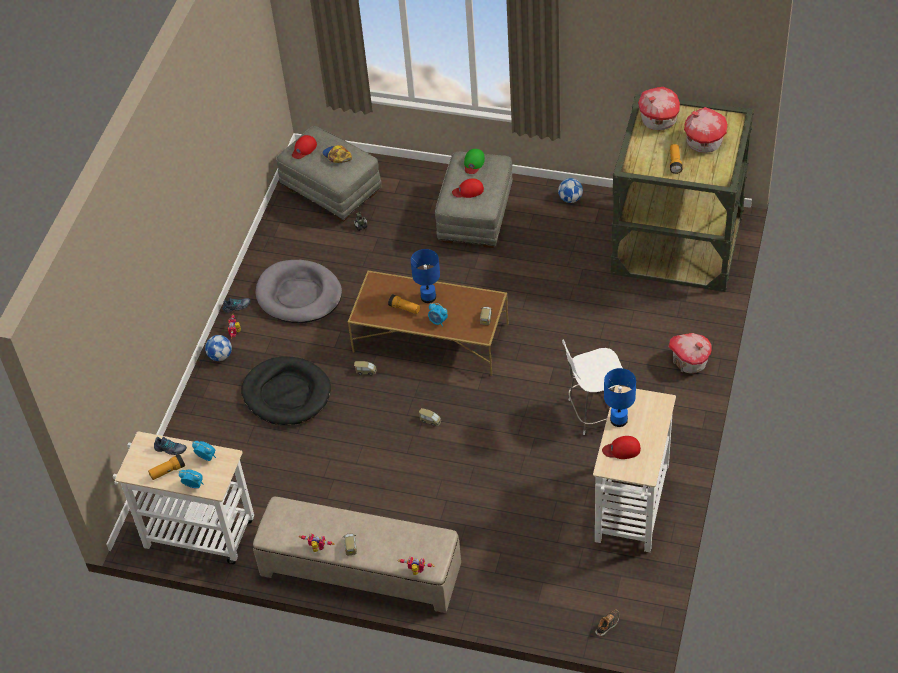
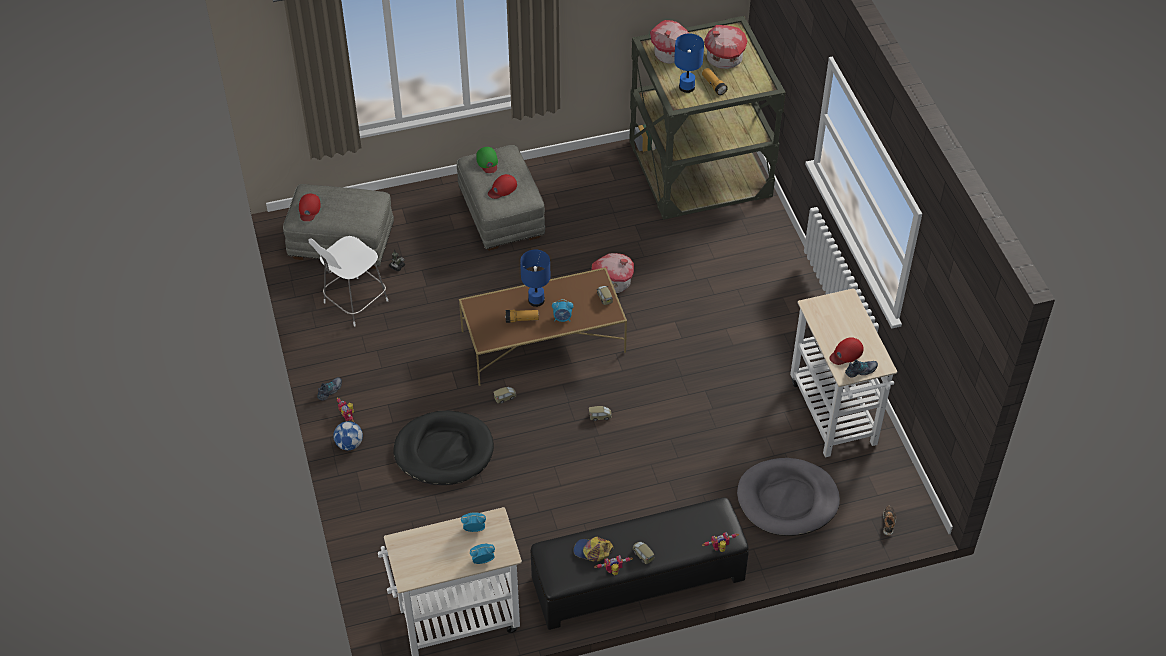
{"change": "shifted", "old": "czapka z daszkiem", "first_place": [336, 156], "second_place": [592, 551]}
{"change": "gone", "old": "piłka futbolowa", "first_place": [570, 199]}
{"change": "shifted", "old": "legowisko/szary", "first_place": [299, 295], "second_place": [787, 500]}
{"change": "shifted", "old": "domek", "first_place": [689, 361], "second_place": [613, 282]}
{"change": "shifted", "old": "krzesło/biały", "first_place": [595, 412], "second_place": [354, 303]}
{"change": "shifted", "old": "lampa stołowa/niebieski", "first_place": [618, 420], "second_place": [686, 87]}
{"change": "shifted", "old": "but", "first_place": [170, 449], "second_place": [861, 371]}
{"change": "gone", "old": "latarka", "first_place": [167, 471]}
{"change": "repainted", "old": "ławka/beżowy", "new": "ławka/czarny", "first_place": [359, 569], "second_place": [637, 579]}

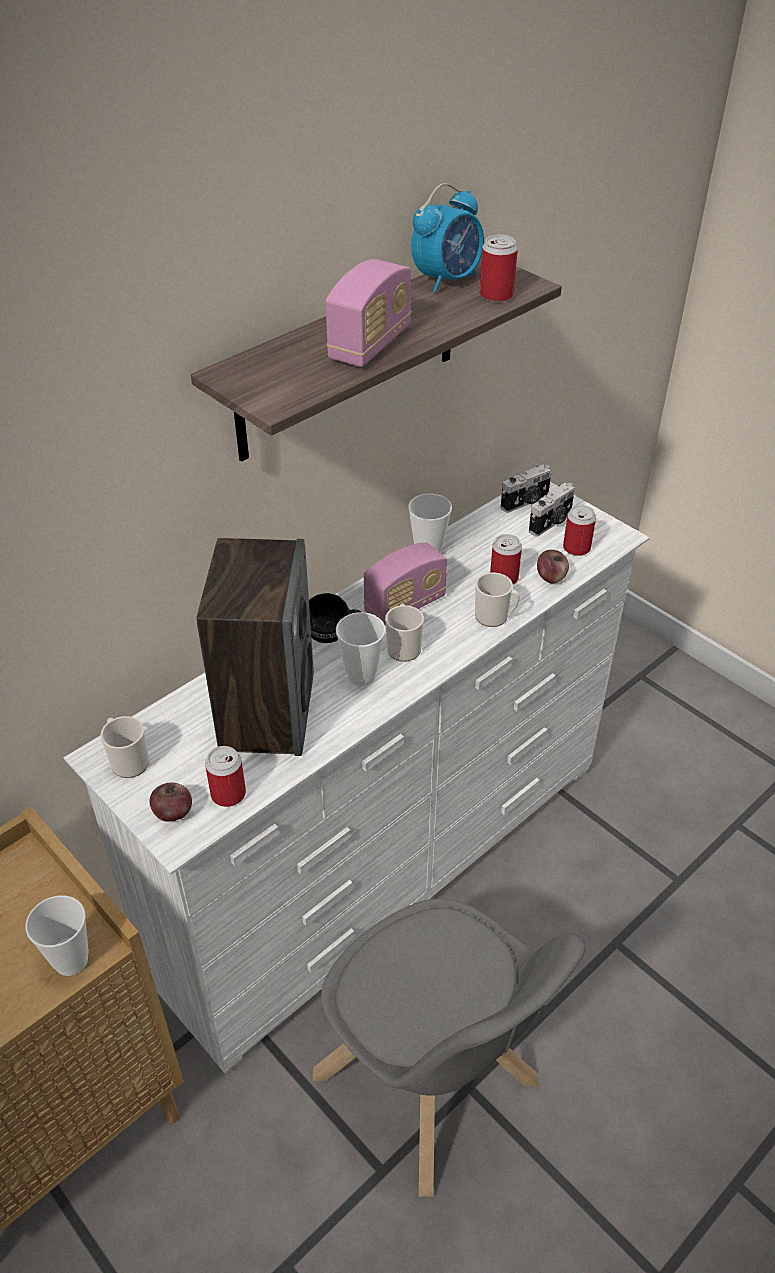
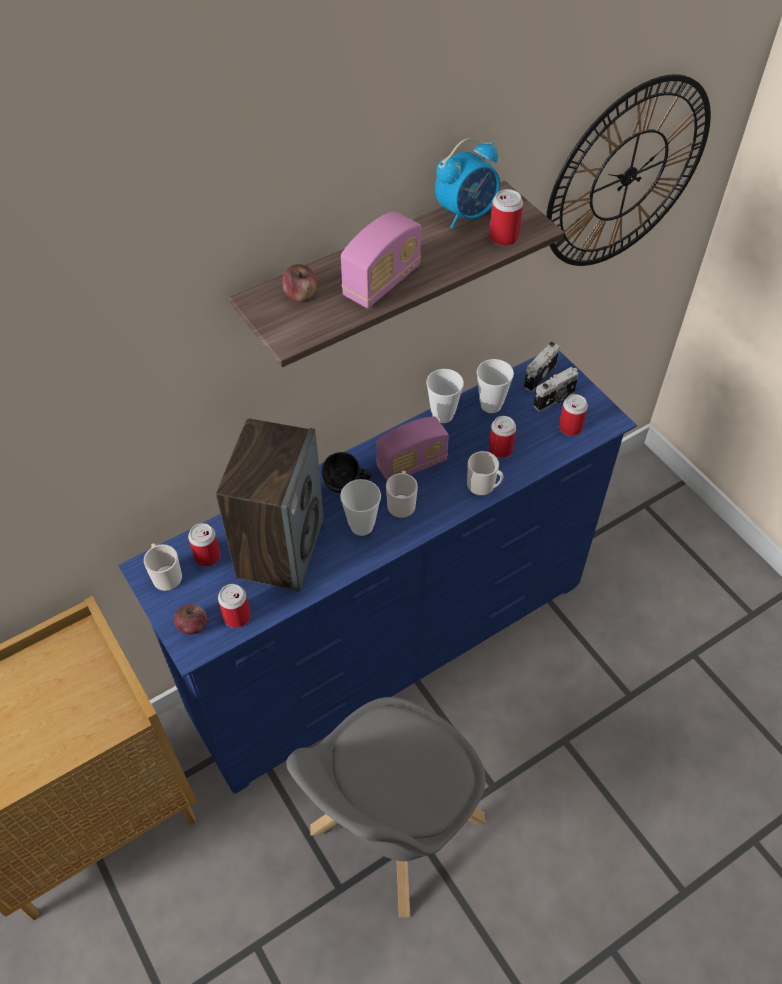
{"change": "rotated", "old": "aparat fotograficzny", "first_place": [526, 502], "second_place": [538, 375], "degrees": 150}
{"change": "repainted", "old": "komoda/biały", "new": "komoda/niebieski", "first_place": [386, 871], "second_place": [390, 649]}
{"change": "shifted", "old": "jabłko", "first_place": [551, 577], "second_place": [300, 295]}
{"change": "shifted", "old": "filiżanka", "first_place": [71, 961], "second_place": [491, 405]}
{"change": "rotated", "old": "krzesło/szary", "first_place": [433, 1086], "second_place": [392, 831], "degrees": 75}
{"change": "new", "new": "zegar ścienny", "second_place": [628, 175]}
{"change": "new", "new": "puszka", "second_place": [207, 556]}

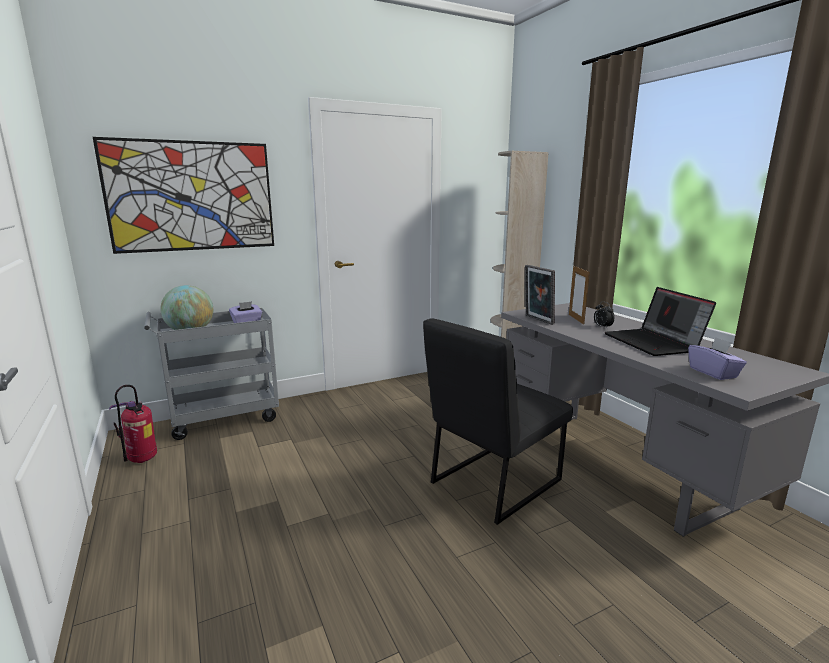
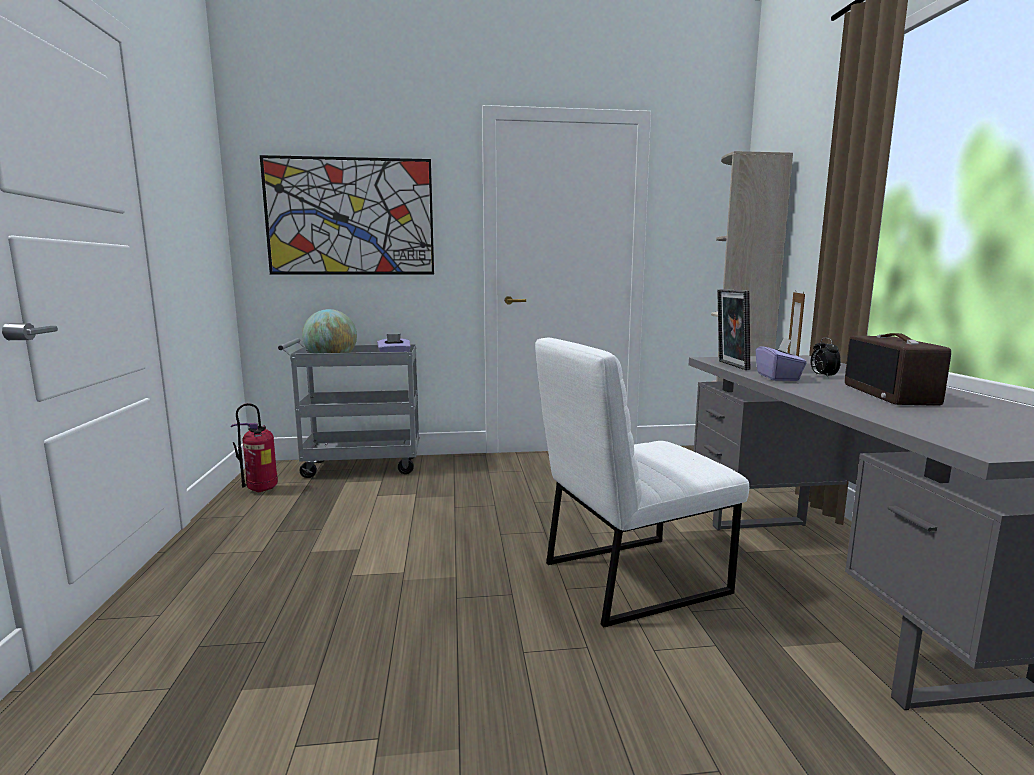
{"change": "swapped", "old": "laptop", "new": "radio", "first_place": [654, 343], "second_place": [891, 395]}
{"change": "repainted", "old": "krzesło/czarny", "new": "krzesło/biały", "first_place": [492, 482], "second_place": [629, 578]}
{"change": "shifted", "old": "pudełko chusteczek/fioletowy", "first_place": [713, 373], "second_place": [778, 377]}

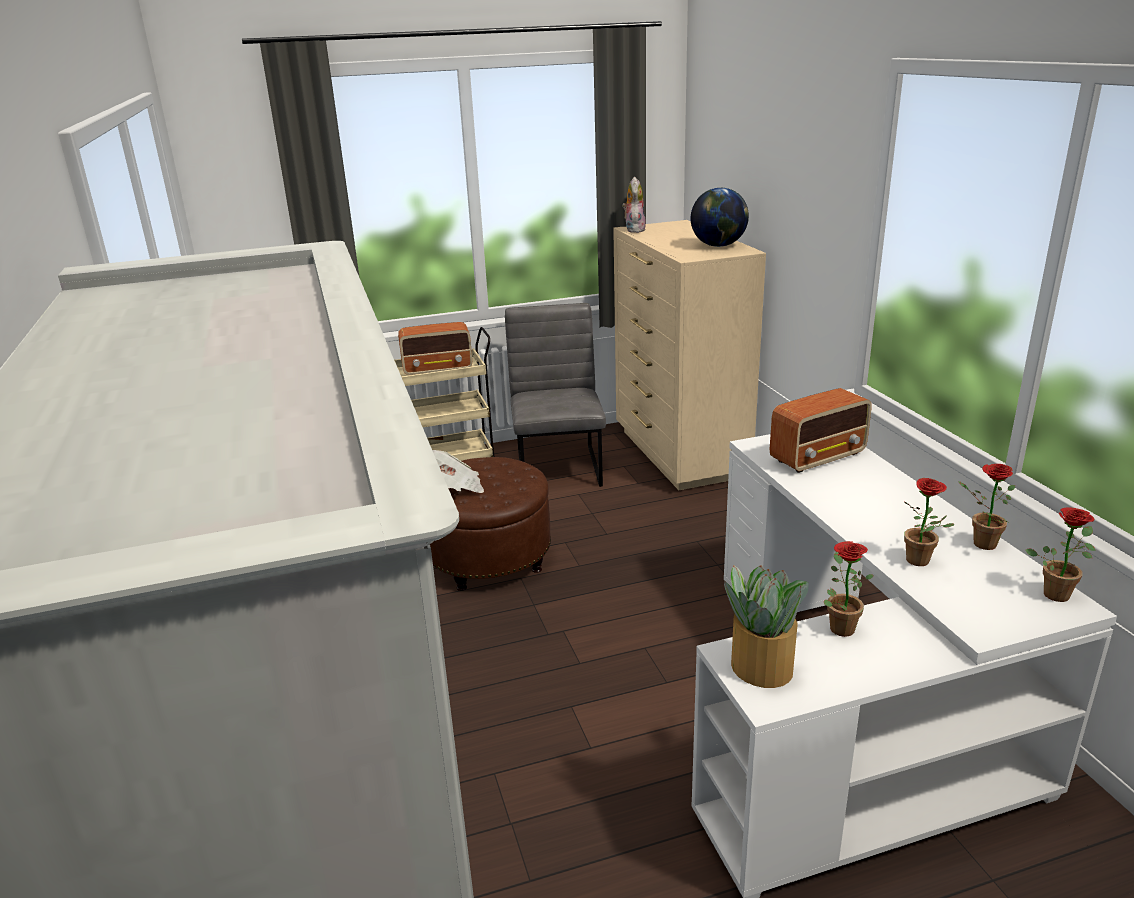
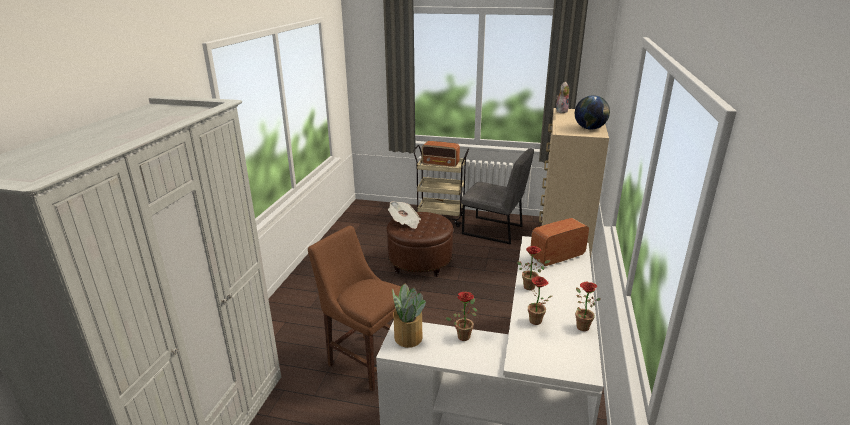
{"change": "rotated", "old": "krzesło/szary", "first_place": [559, 466], "second_place": [494, 230], "degrees": 90}
{"change": "rotated", "old": "radio", "first_place": [818, 457], "second_place": [556, 257], "degrees": 150}
{"change": "shifted", "old": "roślina doniczkowa", "first_place": [1057, 592], "second_place": [531, 286]}
{"change": "new", "new": "krzesło/brązowy", "second_place": [366, 359]}

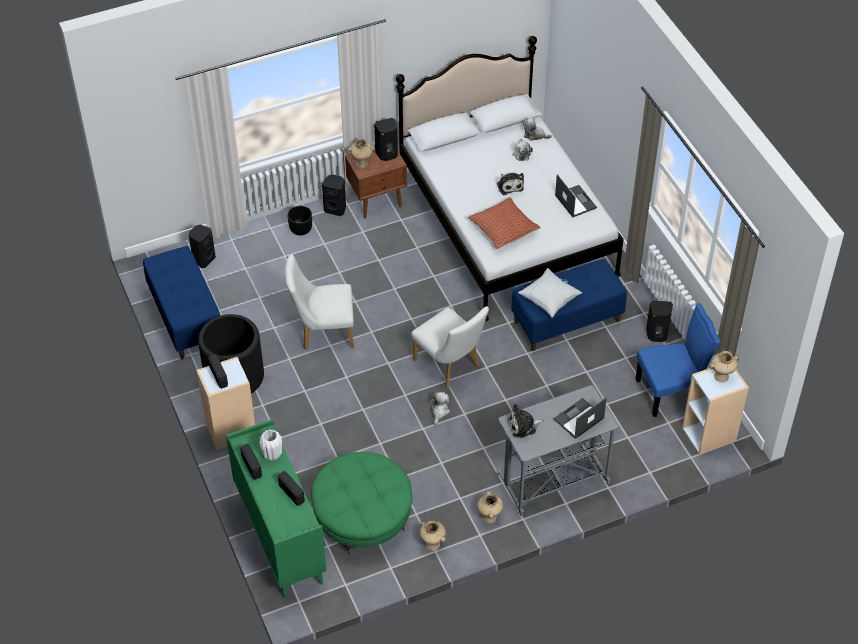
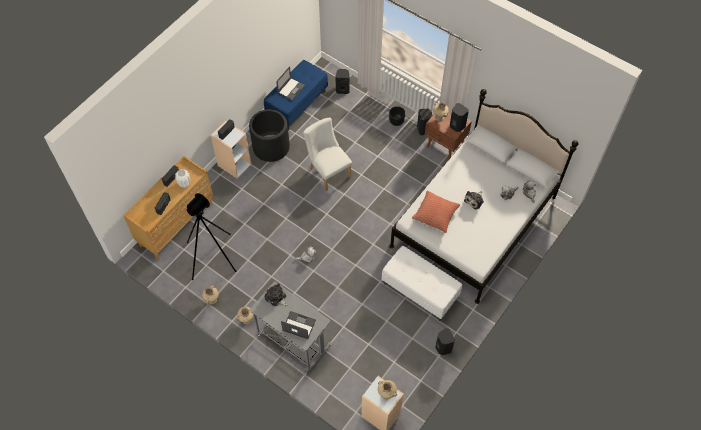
{"change": "shifted", "old": "laptop", "first_place": [575, 201], "second_place": [291, 89]}
{"change": "repainted", "old": "ławka/niebieski", "new": "ławka/biały", "first_place": [567, 320], "second_place": [420, 291]}
{"change": "gone", "old": "poduszka/szary", "first_place": [549, 298]}
{"change": "gone", "old": "krzesło/niebieski", "first_place": [670, 391]}
{"change": "gone", "old": "krzesło/biały", "first_place": [450, 365]}
{"change": "repainted", "old": "komoda/zielony", "new": "komoda/brązowy", "first_place": [280, 538], "second_place": [176, 224]}
{"change": "swapped", "old": "pufa/zielony", "new": "lampa stojąca/czarny", "first_place": [362, 517], "second_place": [211, 256]}

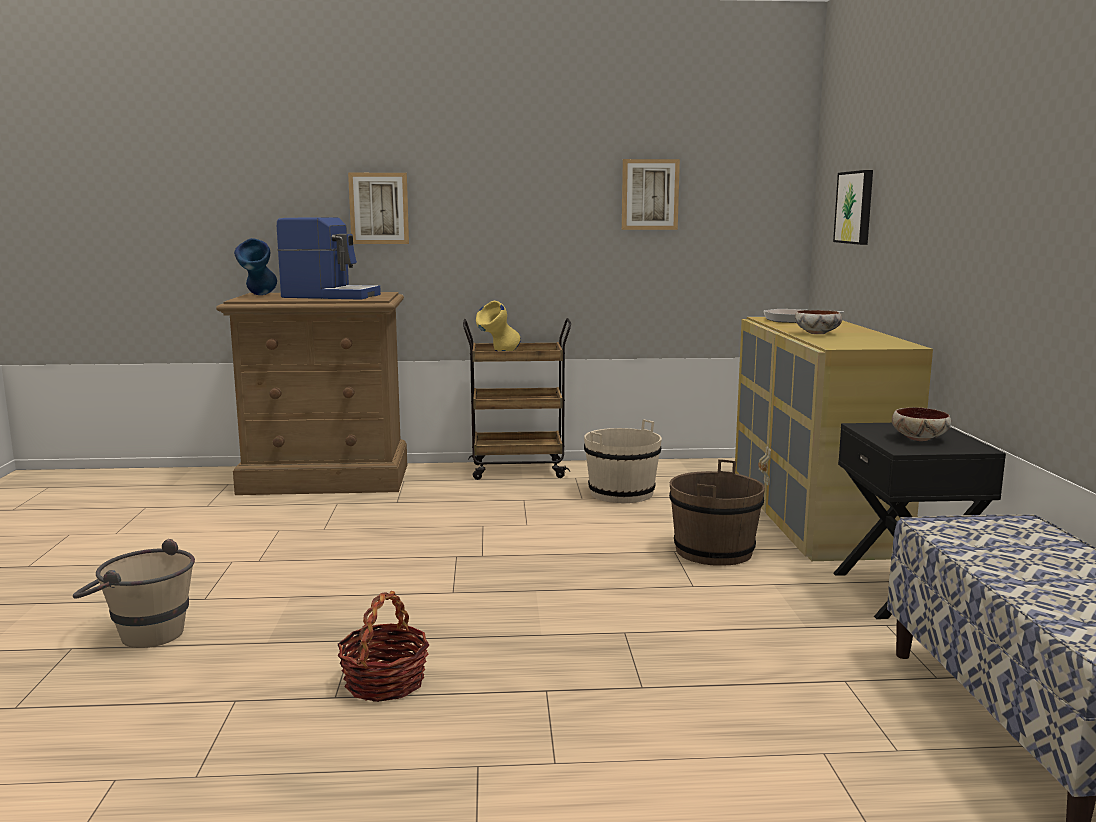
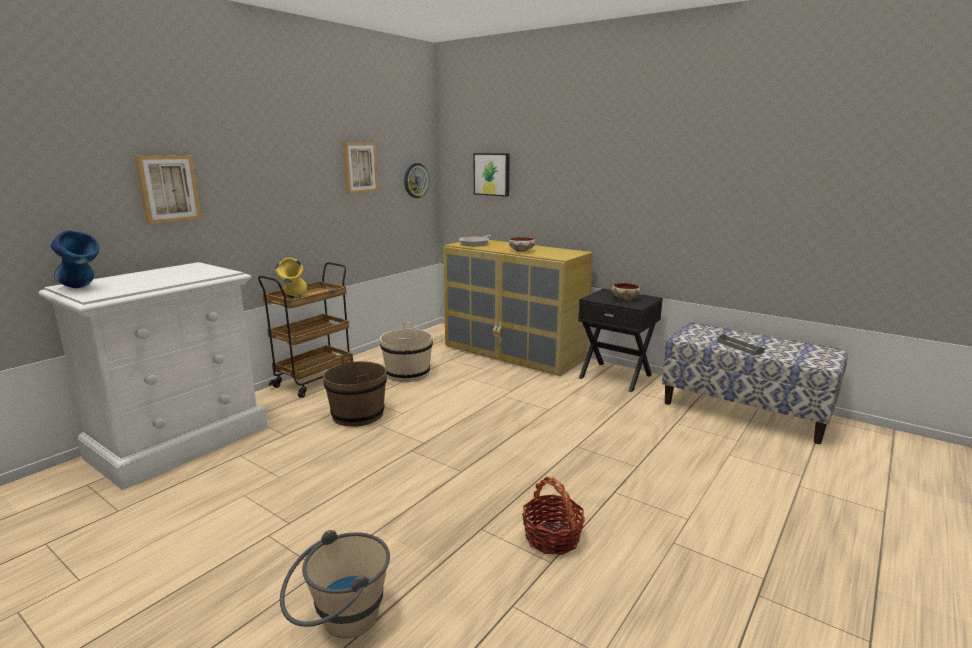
{"change": "gone", "old": "ekspres do kawy", "first_place": [330, 296]}
{"change": "repainted", "old": "komoda/brązowy", "new": "komoda/biały", "first_place": [326, 479], "second_place": [180, 442]}
{"change": "shifted", "old": "wiadro/brązowy", "first_place": [714, 551], "second_place": [358, 415]}
{"change": "new", "new": "zegar ścienny", "second_place": [416, 180]}
{"change": "new", "new": "taca/szary", "second_place": [740, 347]}

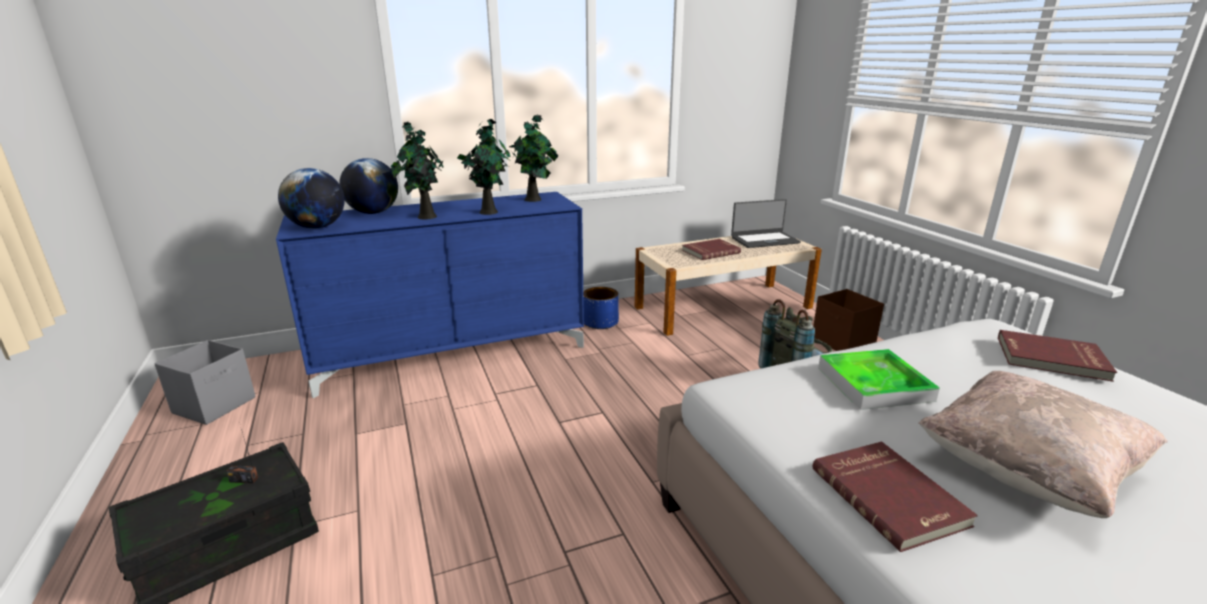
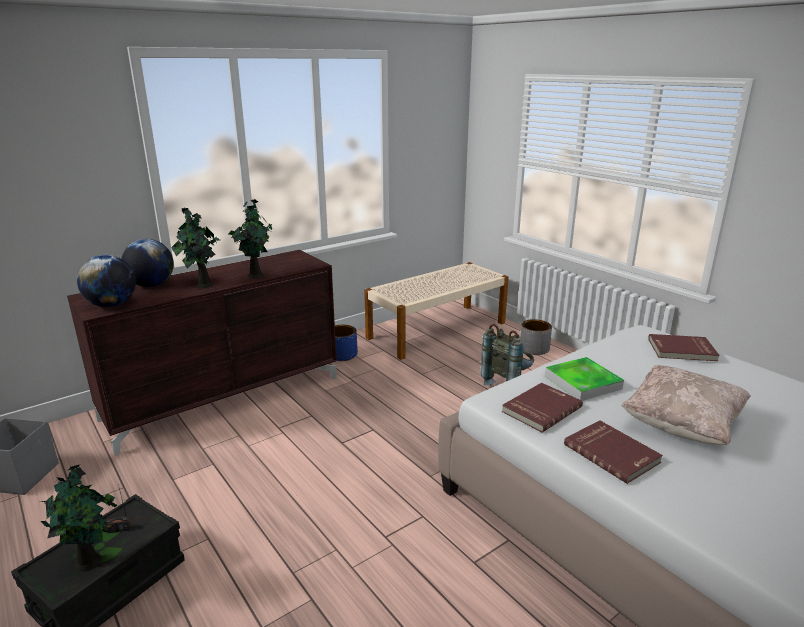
{"change": "shifted", "old": "roślina doniczkowa", "first_place": [534, 199], "second_place": [91, 561]}
{"change": "repainted", "old": "komoda/niebieski", "new": "komoda/brązowy", "first_place": [452, 353], "second_place": [225, 398]}
{"change": "gone", "old": "laptop", "first_place": [764, 240]}
{"change": "shifted", "old": "książka/czerwony", "first_place": [710, 251], "second_place": [540, 409]}
{"change": "swapped", "old": "pojemnik do przechowywania/brązowy", "new": "donica/szary", "first_place": [843, 343], "second_place": [534, 349]}

